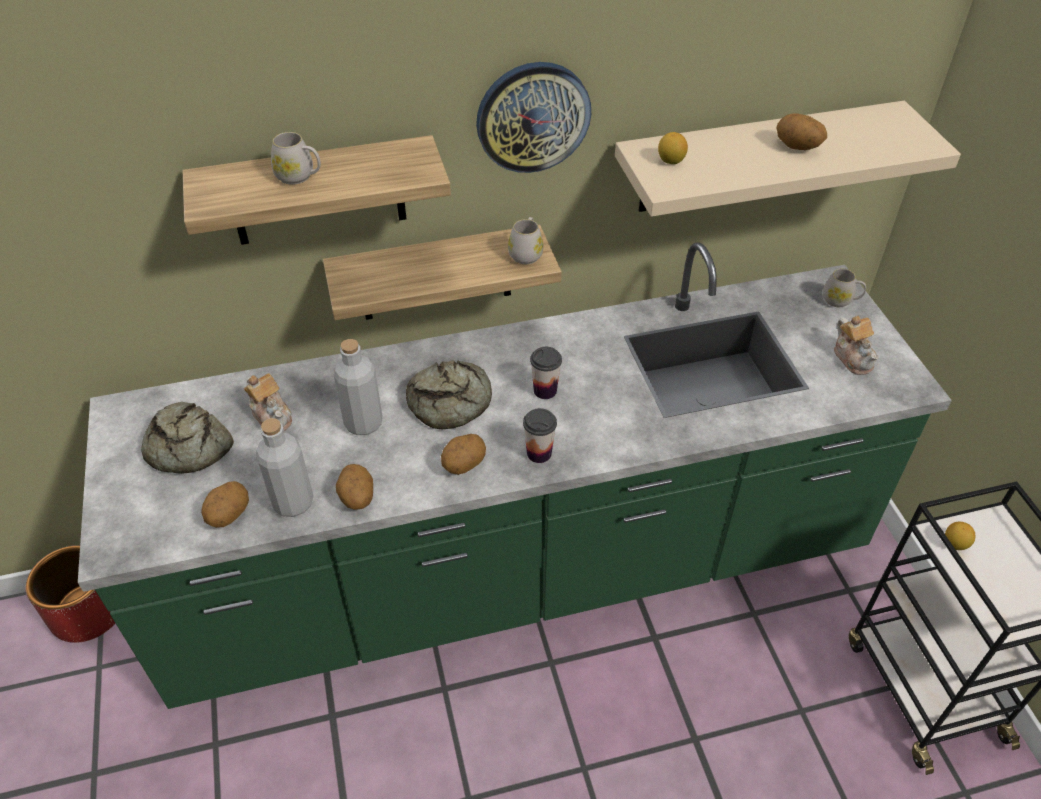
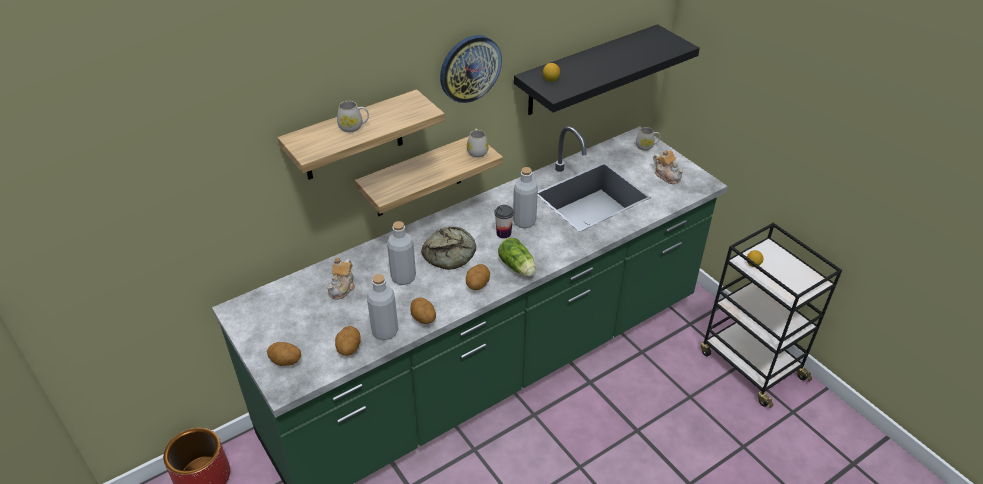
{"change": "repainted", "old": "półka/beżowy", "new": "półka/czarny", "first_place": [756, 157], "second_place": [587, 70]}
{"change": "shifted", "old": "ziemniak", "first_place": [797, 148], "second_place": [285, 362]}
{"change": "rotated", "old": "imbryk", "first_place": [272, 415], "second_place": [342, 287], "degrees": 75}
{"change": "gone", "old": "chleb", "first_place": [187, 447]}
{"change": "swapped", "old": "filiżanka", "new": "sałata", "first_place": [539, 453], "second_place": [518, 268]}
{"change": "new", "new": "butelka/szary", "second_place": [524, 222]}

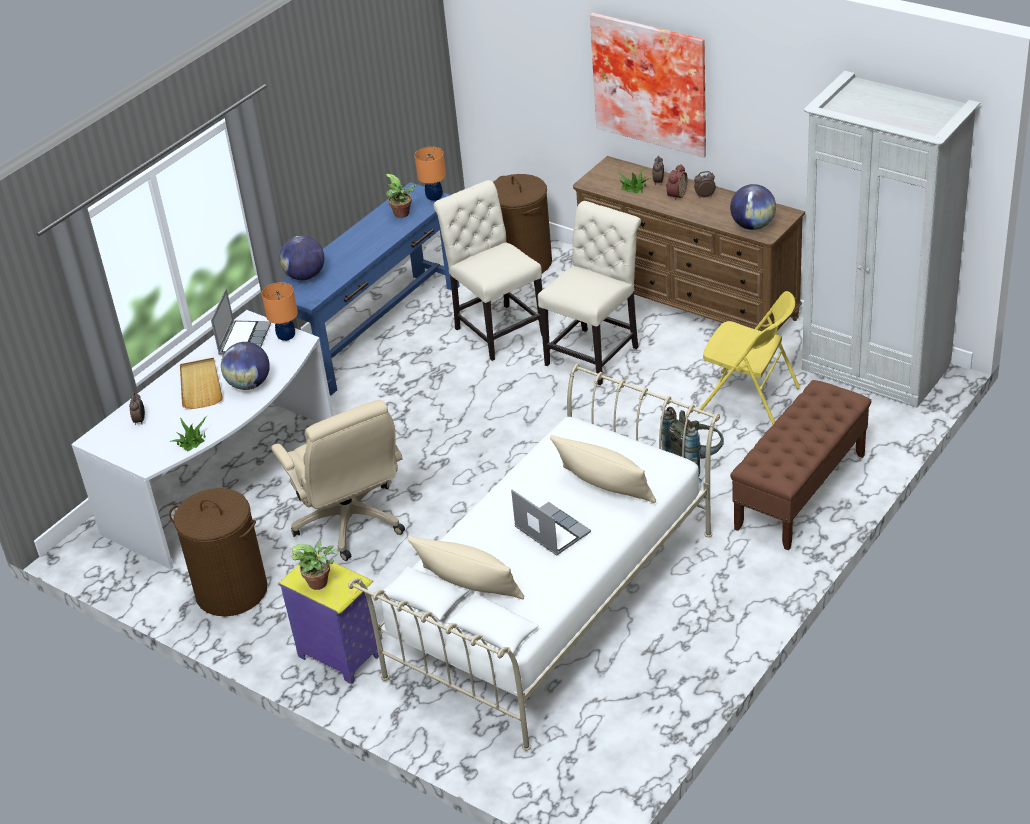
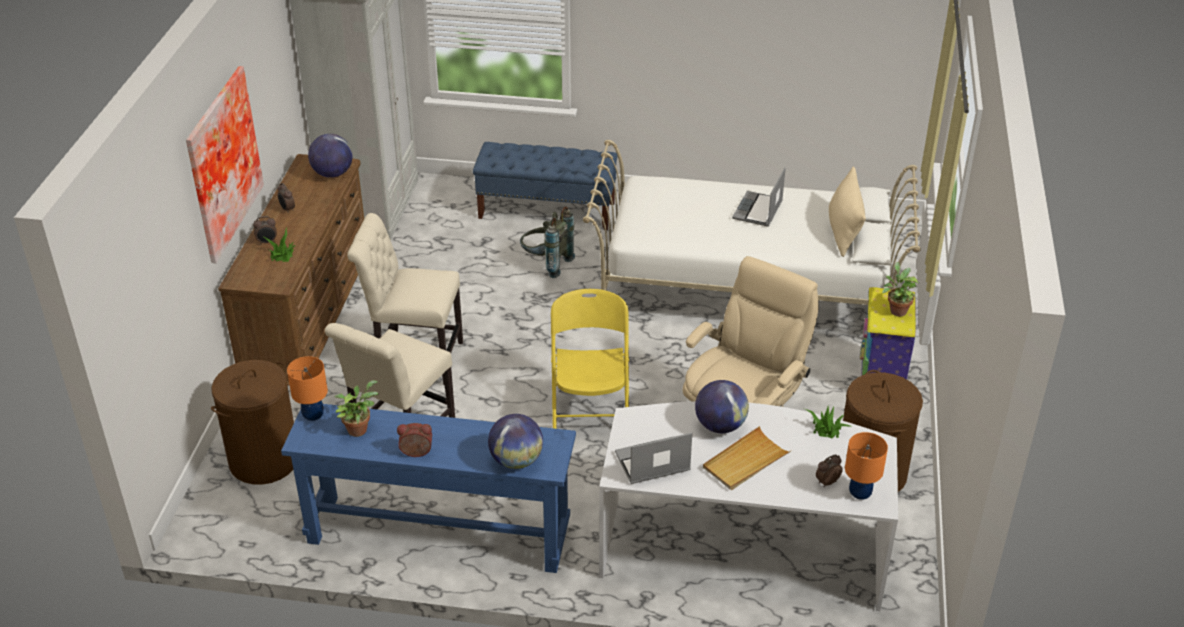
{"change": "shifted", "old": "budzik", "first_place": [675, 195], "second_place": [416, 453]}
{"change": "shifted", "old": "lampa stołowa/pomarańczowy", "first_place": [285, 337], "second_place": [860, 495]}
{"change": "shifted", "old": "krzesło/żółty", "first_place": [748, 400], "second_place": [590, 412]}
{"change": "repainted", "old": "ławka/brązowy", "new": "ławka/niebieski", "first_place": [800, 492], "second_place": [547, 210]}
{"change": "gone", "old": "poduszka/beżowy", "first_place": [605, 488]}

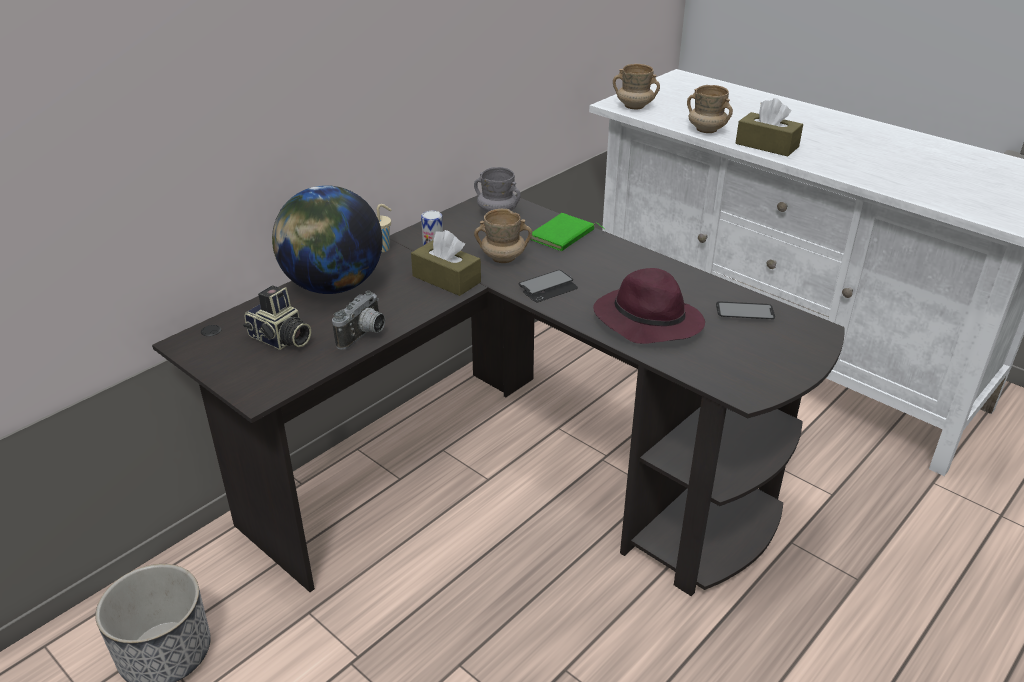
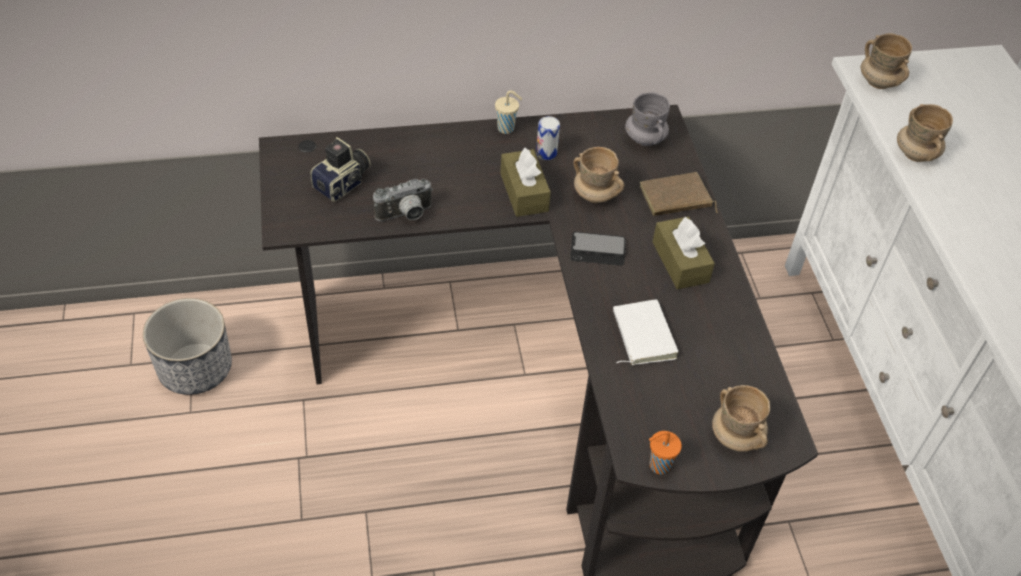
{"change": "shifted", "old": "pudełko chusteczek/brązowy", "first_place": [767, 145], "second_place": [680, 262]}
{"change": "gone", "old": "globus", "first_place": [333, 286]}
{"change": "repainted", "old": "książka/zielony", "new": "książka/brązowy", "first_place": [563, 236], "second_place": [675, 199]}
{"change": "swapped", "old": "kapelusz/fioletowy", "new": "książka/biały", "first_place": [646, 321], "second_place": [641, 335]}
{"change": "rotated", "old": "aparat fotograficzny", "first_place": [280, 339], "second_place": [344, 184], "degrees": -120}
{"change": "gone", "old": "telefon", "first_place": [744, 312]}
{"change": "new", "new": "kubek/beżowy", "second_place": [736, 436]}
{"change": "new", "new": "filiżanka/pomarańczowy", "second_place": [658, 465]}

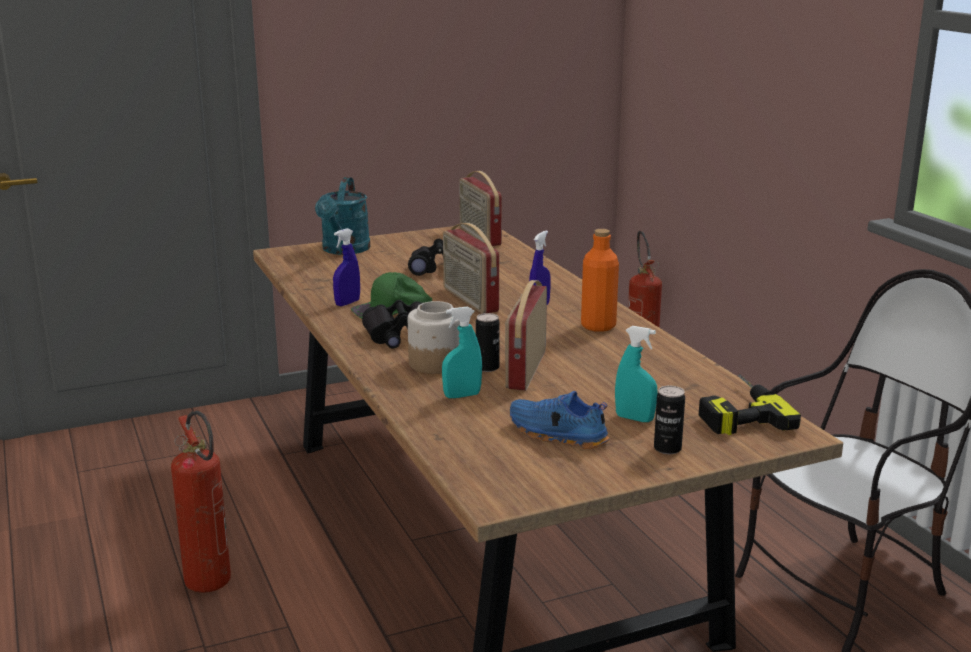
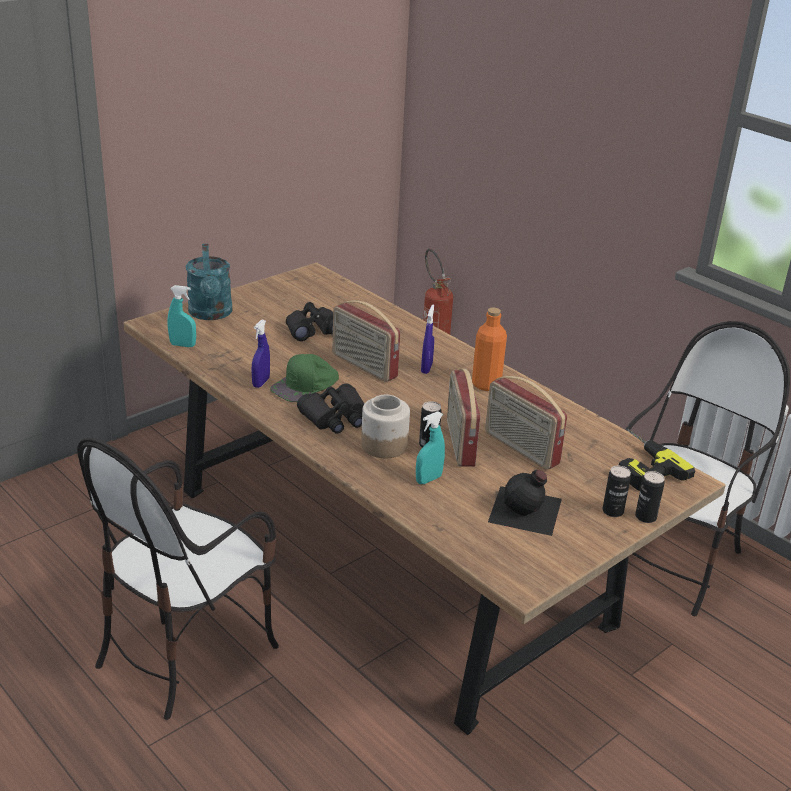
{"change": "shifted", "old": "radio", "first_place": [479, 236], "second_place": [520, 449]}
{"change": "shifted", "old": "spryskiwacz/turkusowy", "first_place": [634, 418], "second_place": [182, 345]}
{"change": "swapped", "old": "but/niebieski", "new": "butelka/czarny", "first_place": [556, 435], "second_place": [526, 511]}
{"change": "swapped", "old": "gaśnica", "new": "krzesło", "first_place": [212, 586], "second_place": [186, 651]}
{"change": "new", "new": "puszka", "second_place": [645, 517]}

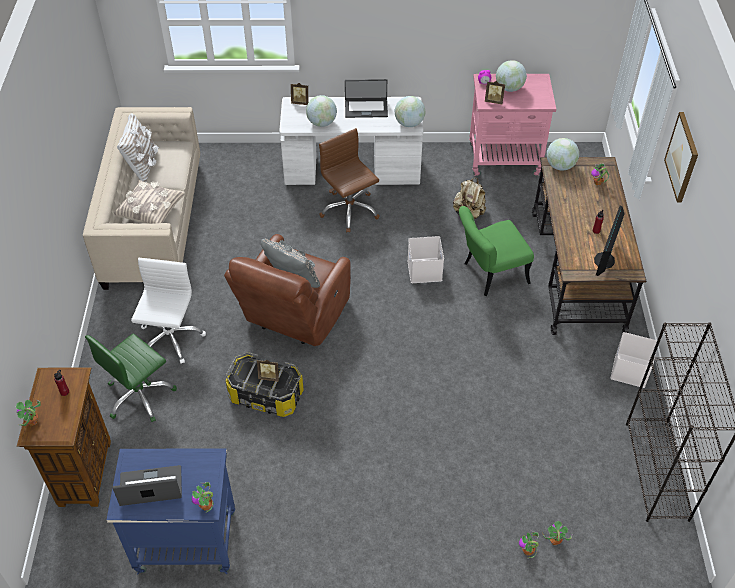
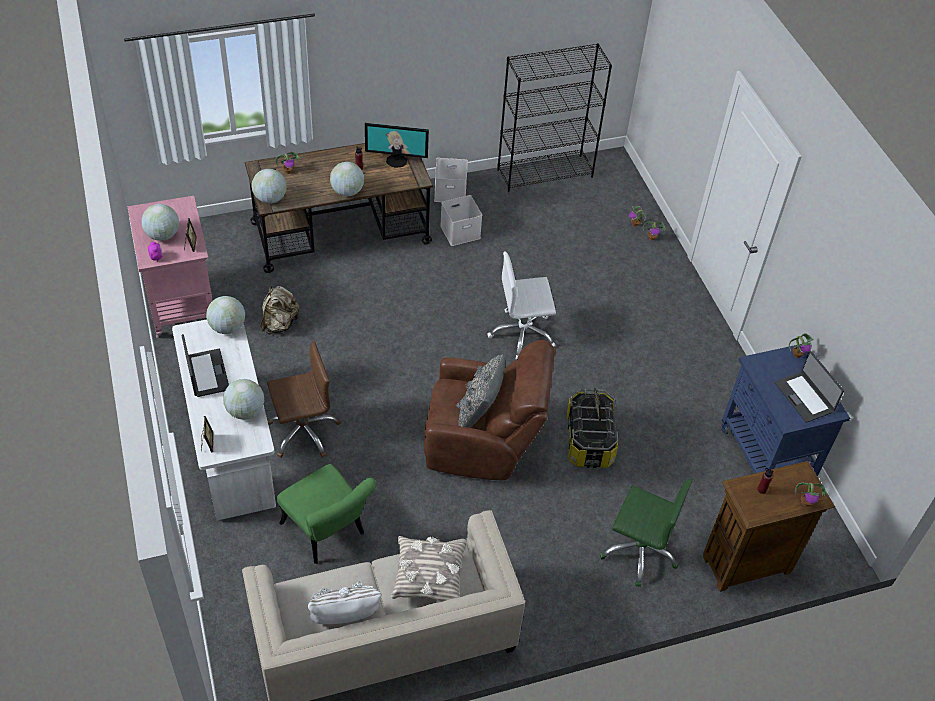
{"change": "gone", "old": "obraz", "first_place": [682, 157]}
{"change": "rotated", "old": "krzesło biurowe/brązowy", "first_place": [349, 210], "second_place": [303, 431], "degrees": -150}
{"change": "shifted", "old": "krzesło/zielony", "first_place": [489, 275], "second_place": [328, 534]}
{"change": "shifted", "old": "pojemnik do przechowywania/biały", "first_place": [425, 271], "second_place": [460, 231]}
{"change": "shifted", "old": "krzesło biurowe/biały", "first_place": [170, 338], "second_place": [522, 334]}
{"change": "new", "new": "globus", "second_place": [347, 191]}

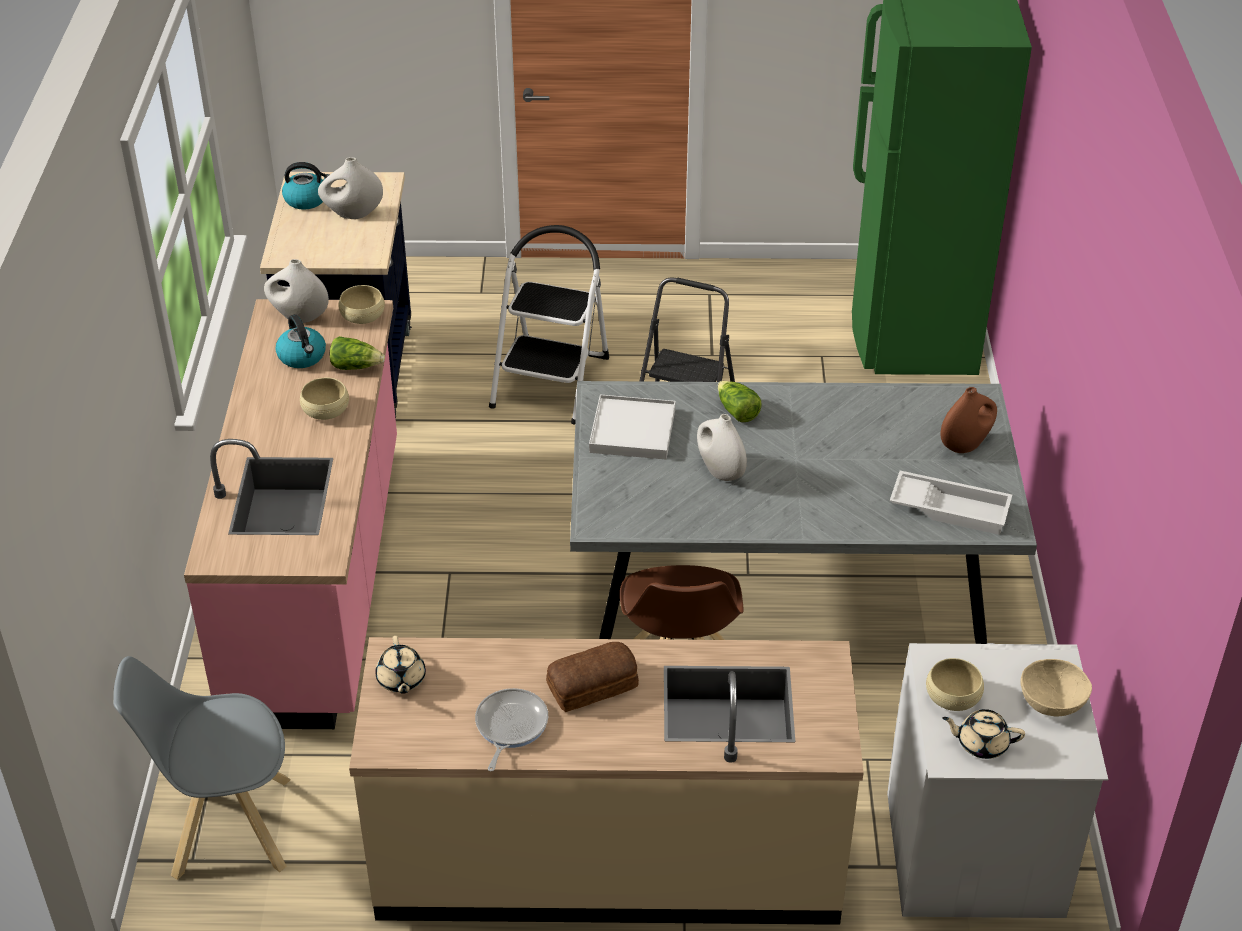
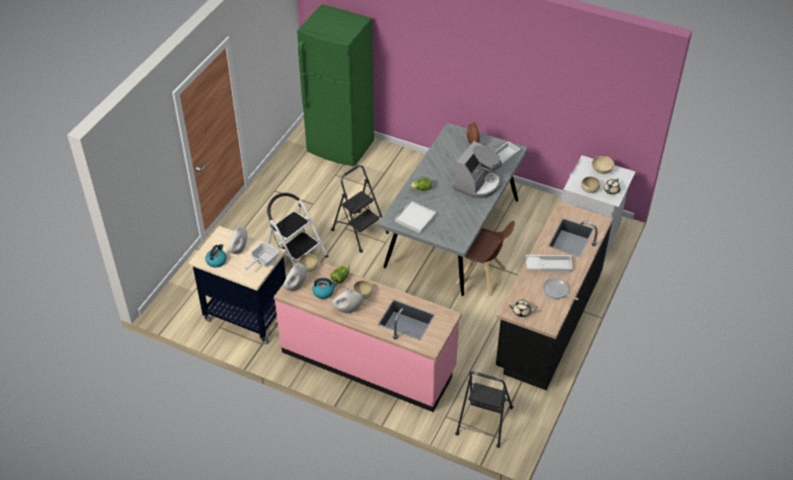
{"change": "shifted", "old": "wazon/biały", "first_place": [720, 471], "second_place": [347, 310]}
{"change": "repainted", "old": "zabudowa kuchenna/beżowy", "new": "zabudowa kuchenna/czarny", "first_place": [608, 857], "second_place": [548, 320]}
{"change": "swapped", "old": "chleb", "new": "taca/biały", "first_place": [594, 686], "second_place": [548, 265]}
{"change": "swapped", "old": "krzesło/szary", "new": "drabinka/czarny", "first_place": [227, 826], "second_place": [483, 421]}
{"change": "new", "new": "ekspres do kawy", "second_place": [478, 184]}
{"change": "new", "new": "patelnia", "second_place": [262, 261]}

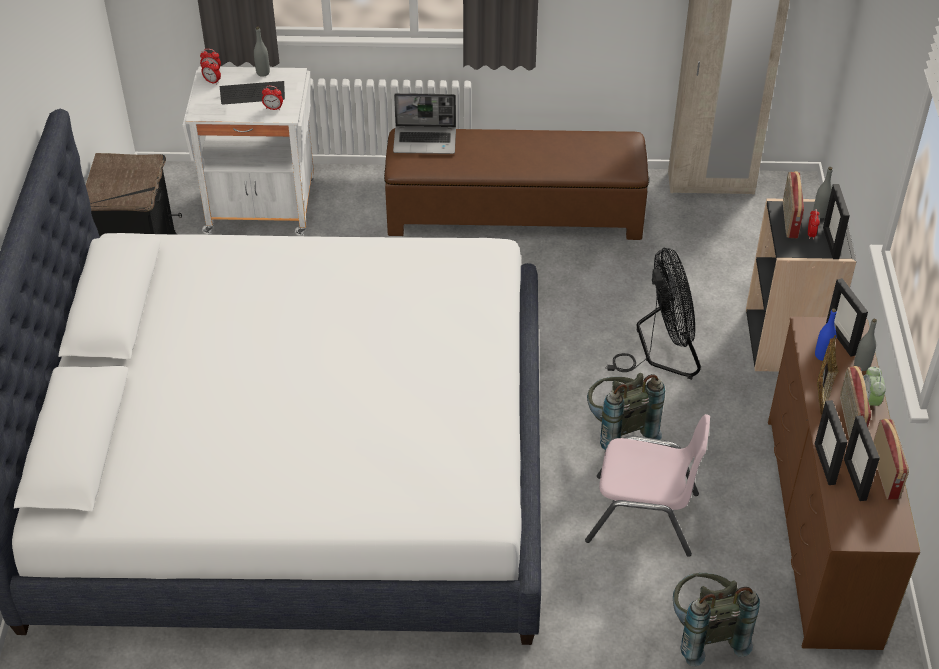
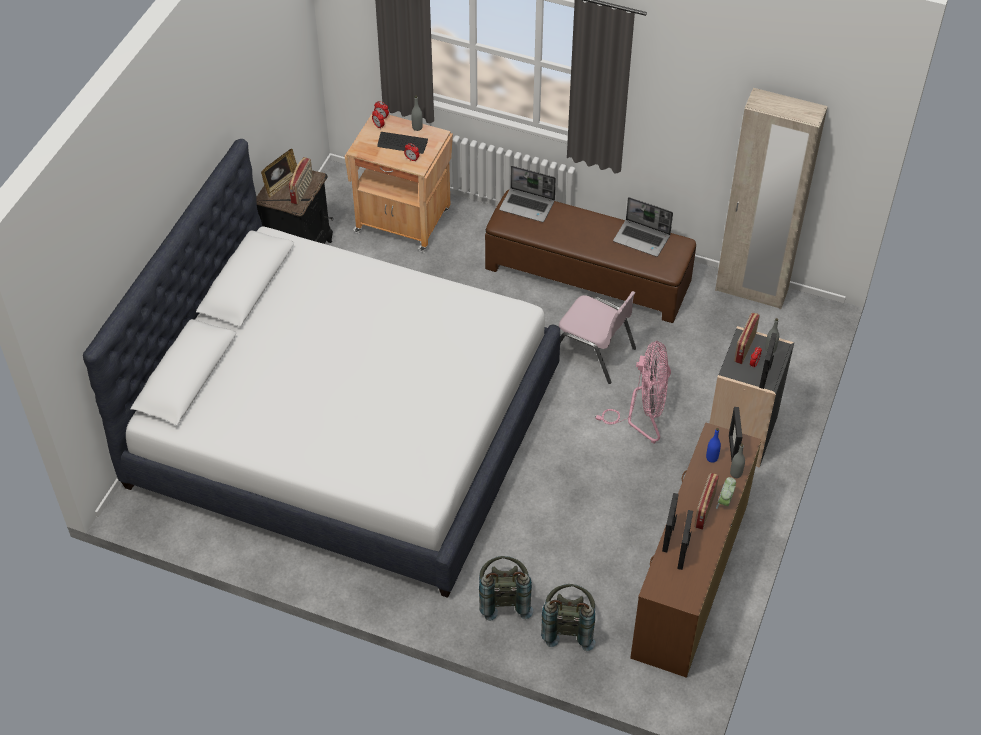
{"change": "repainted", "old": "wózek/biały", "new": "wózek/brązowy", "first_place": [262, 208], "second_place": [404, 223]}
{"change": "repainted", "old": "wentylator/czarny", "new": "wentylator/różowy", "first_place": [658, 346], "second_place": [642, 411]}
{"change": "shifted", "old": "ramka na zdjęcie", "first_place": [823, 394], "second_place": [281, 184]}
{"change": "shifted", "old": "plecak/szary", "first_place": [618, 430], "second_place": [504, 599]}
{"change": "shifted", "old": "krzesło/różowy", "first_place": [643, 517], "second_place": [592, 352]}
{"change": "shifted", "old": "radio", "first_place": [886, 474], "second_place": [302, 191]}
{"change": "new", "new": "laptop", "second_place": [642, 239]}

